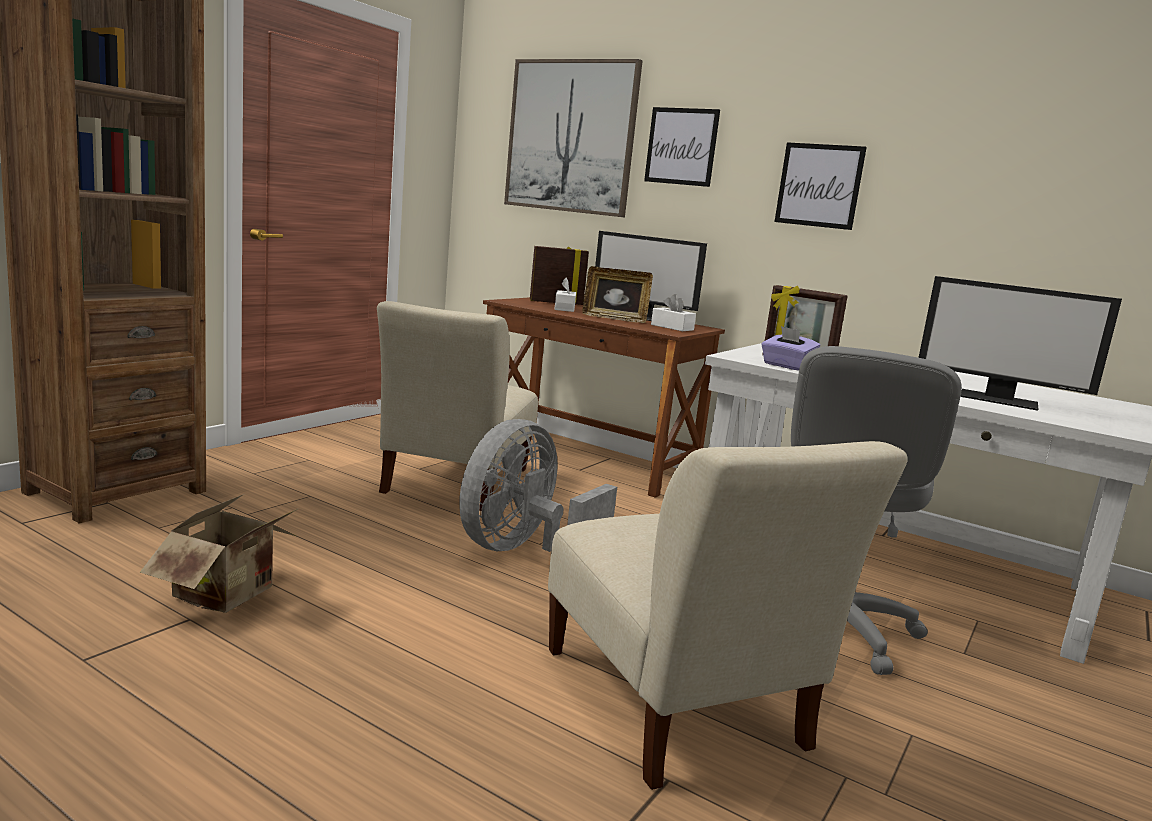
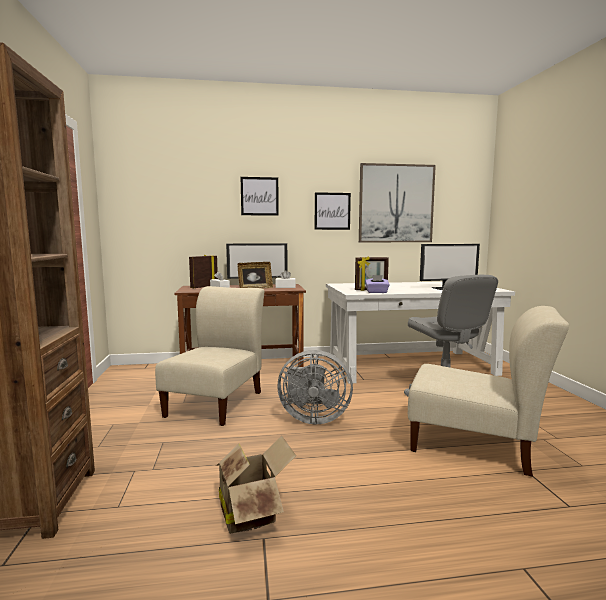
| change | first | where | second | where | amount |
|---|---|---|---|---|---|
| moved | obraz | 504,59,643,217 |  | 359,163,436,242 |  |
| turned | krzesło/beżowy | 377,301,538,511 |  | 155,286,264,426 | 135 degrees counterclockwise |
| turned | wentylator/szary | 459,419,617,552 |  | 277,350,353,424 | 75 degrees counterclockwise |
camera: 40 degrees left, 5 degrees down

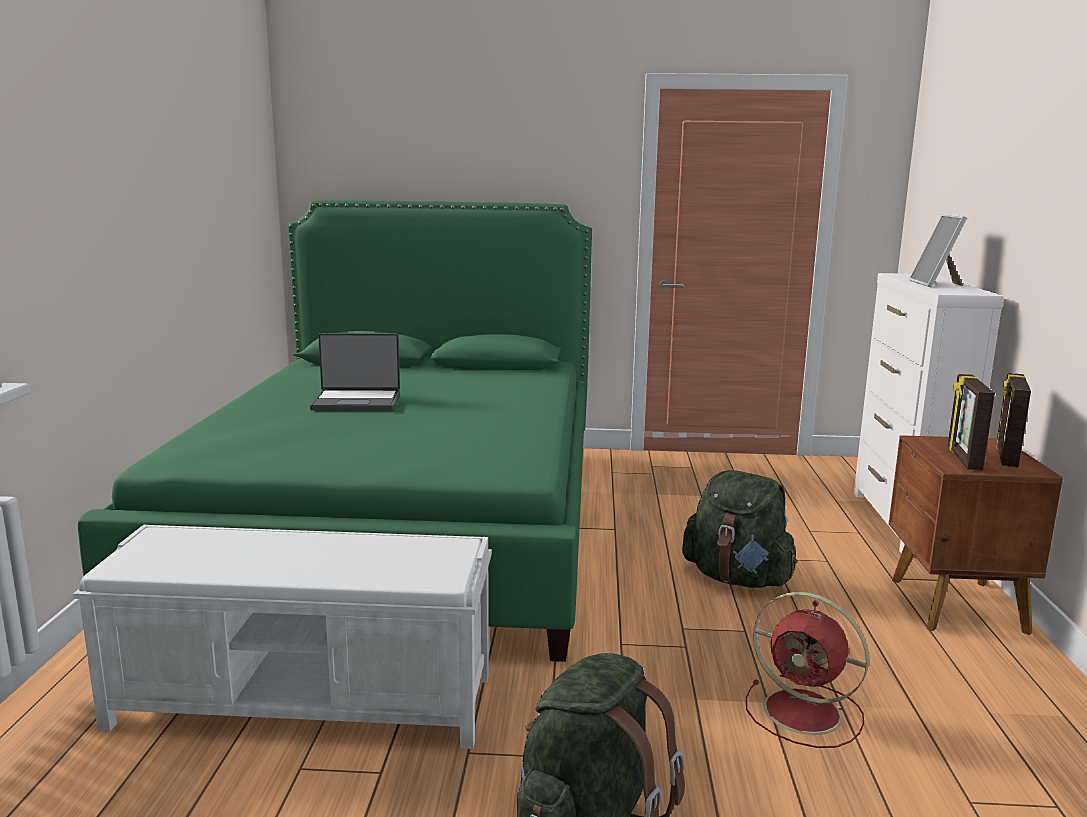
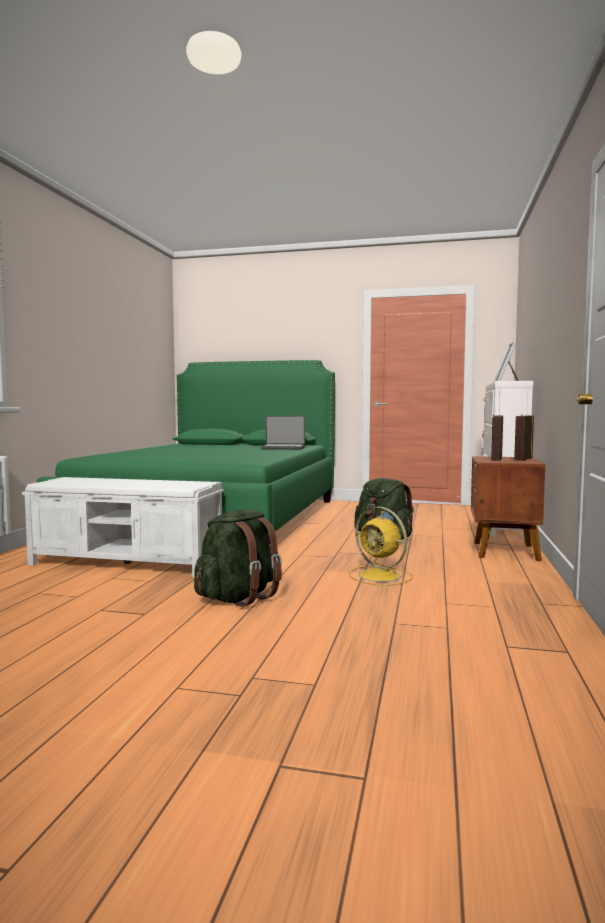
| change | first | where | second | where | amount |
|---|---|---|---|---|---|
| moved | laptop | 310,333,400,410 |  | 260,416,305,450 |  |
| recoloured | wentylator/czerwony | 746,592,869,748 | wentylator/żółty | 349,507,413,586 |  |
camera: 10 degrees right, 10 degrees down

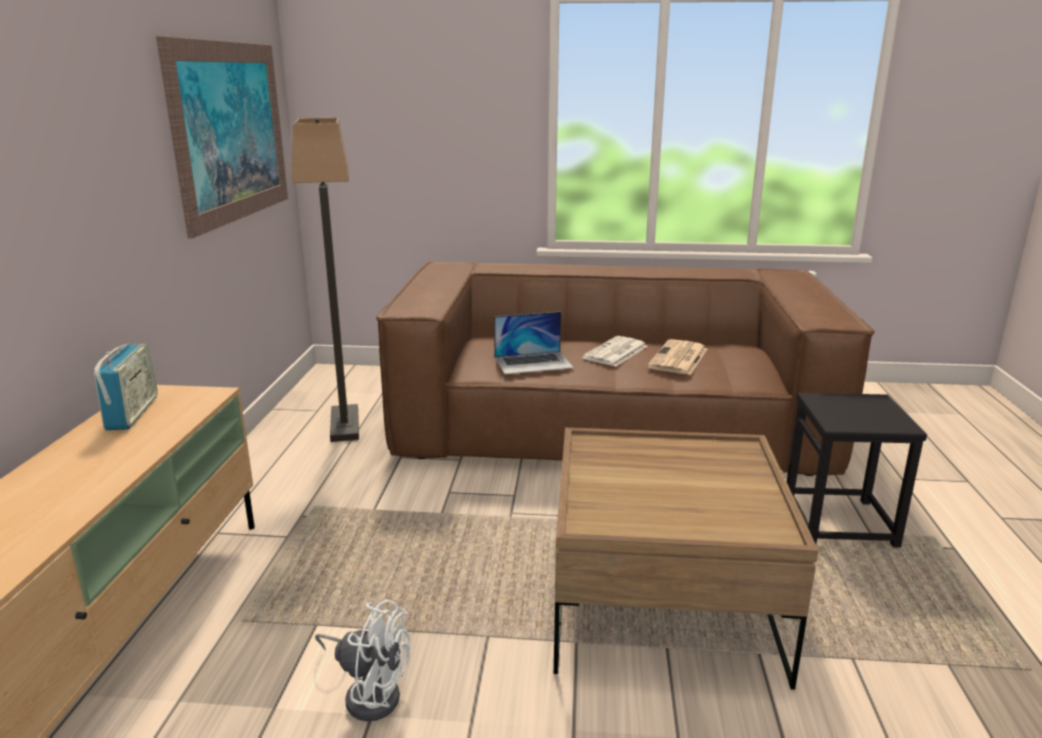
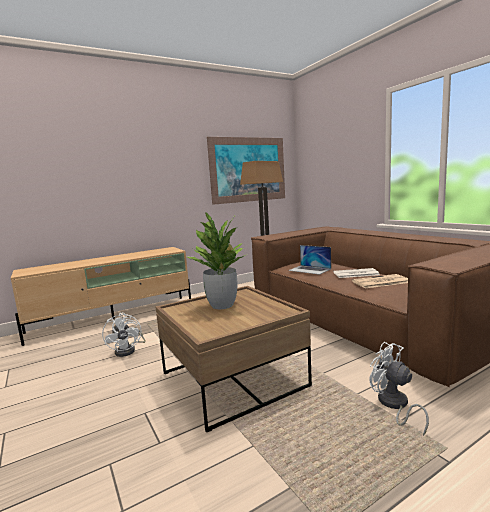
| change | first | where | second | where | amount |
|---|---|---|---|---|---|
| removed | radio | 94,343,158,430 |  |  |  |
| added |  |  | roślina doniczkowa | 186,212,245,309 |  |
| replaced | stołek/czarny | 787,393,927,548 | wentylator/biały | 370,342,429,436 |  |
camera: 55 degrees right, 10 degrees down

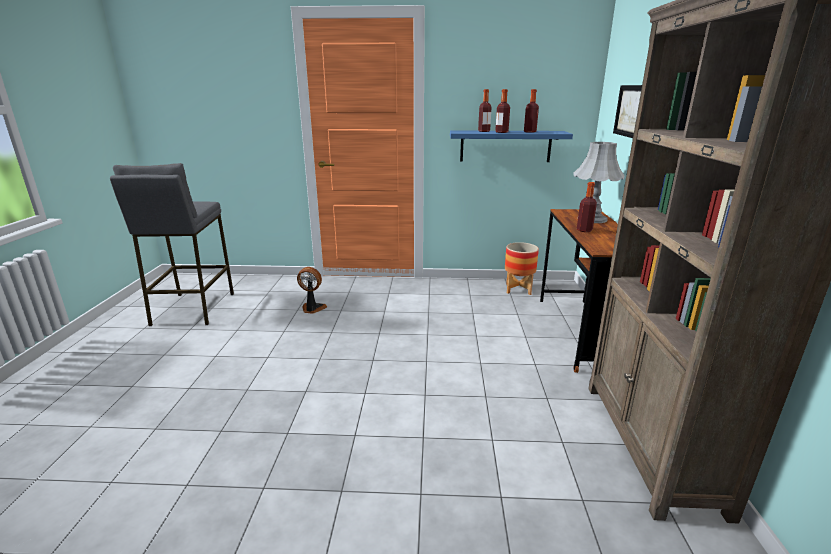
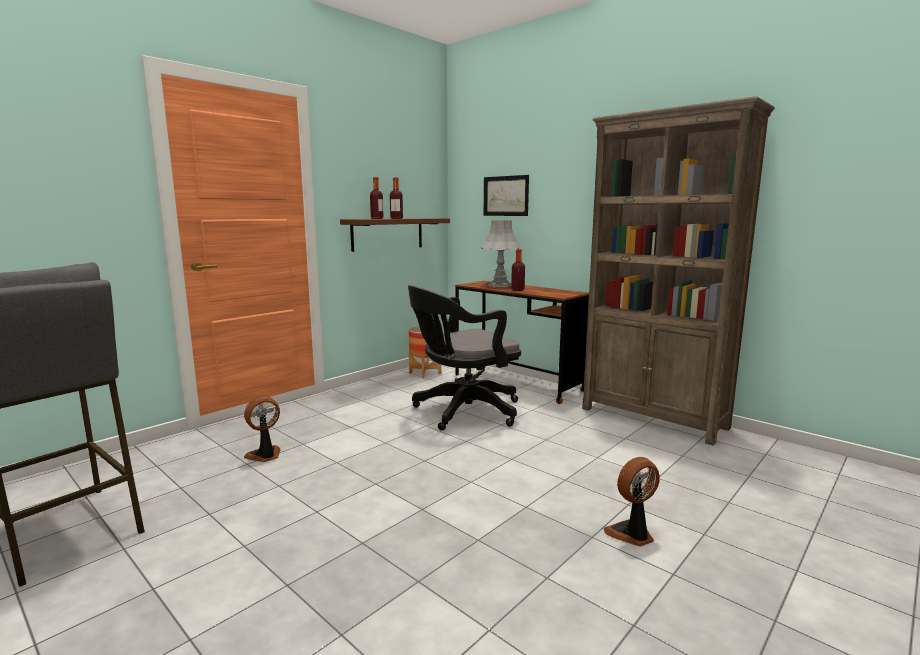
| change | first | where | second | where | amount |
|---|---|---|---|---|---|
| removed | butelka | 524,89,539,133 |  |  |  |
| added |  |  | krzesło biurowe/czarny | 408,285,521,431 |  |
| added |  |  | wentylator | 604,457,660,547 |  |
| recoloured | półka/niebieski | 450,130,573,162 | półka/brązowy | 340,218,450,252 |  |
camera: 50 degrees left, 10 degrees down

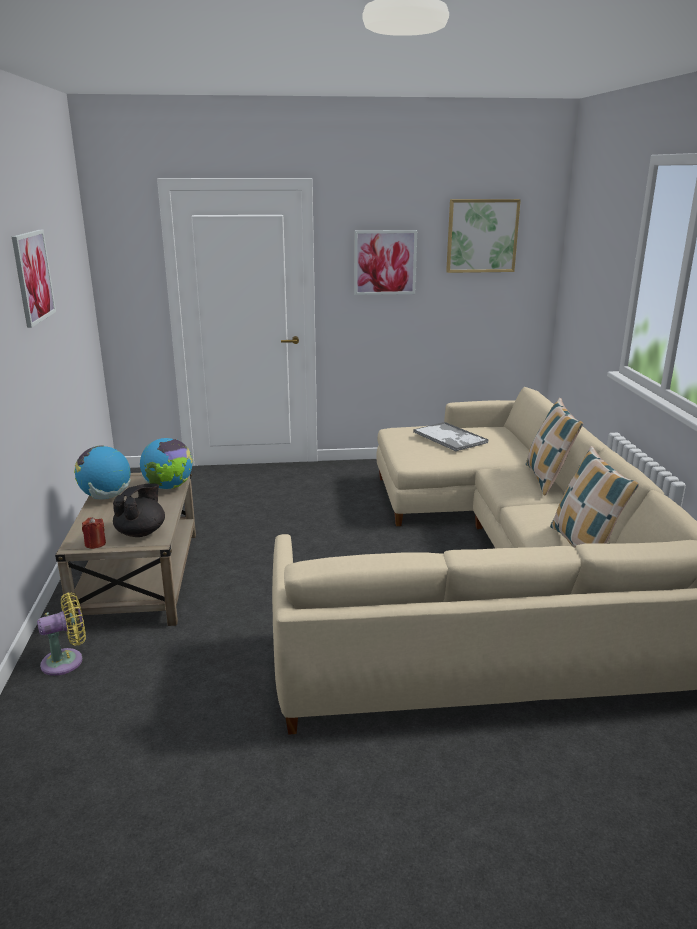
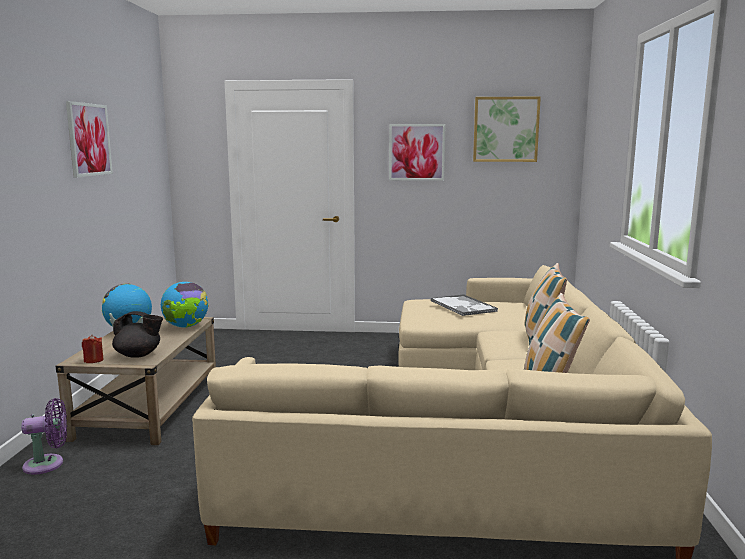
| change | first | where | second | where | amount |
|---|---|---|---|---|---|
| recoloured | wentylator/żółty | 37,593,86,676 | wentylator/fioletowy | 21,398,67,475 |  |
| turned | imbryk/czarny | 113,484,165,537 |  | 112,311,163,358 | 60 degrees clockwise |
camera: 10 degrees right, 10 degrees down

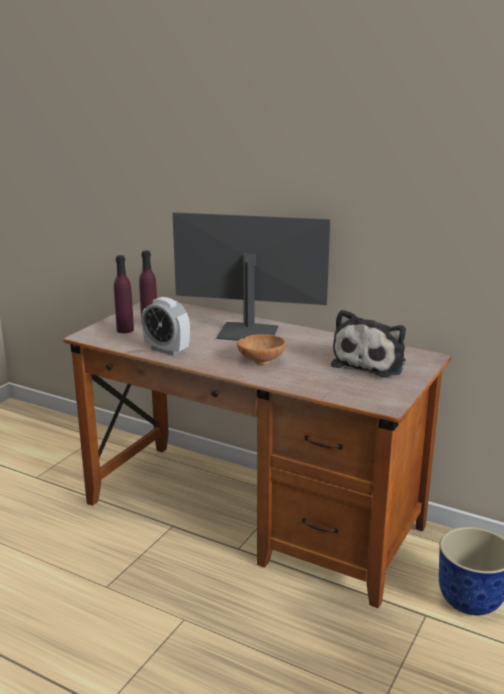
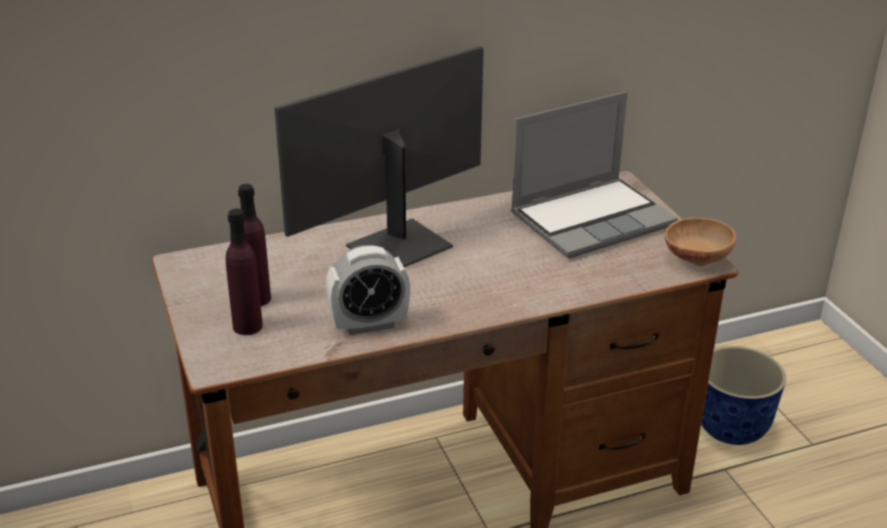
| change | first | where | second | where | amount |
|---|---|---|---|---|---|
| moved | miska/brązowy | 237,334,286,365 |  | 665,218,736,266 |  |
| replaced | pluszak | 331,309,406,377 | laptop | 511,92,678,258 |  |
camera: 50 degrees left, 10 degrees up

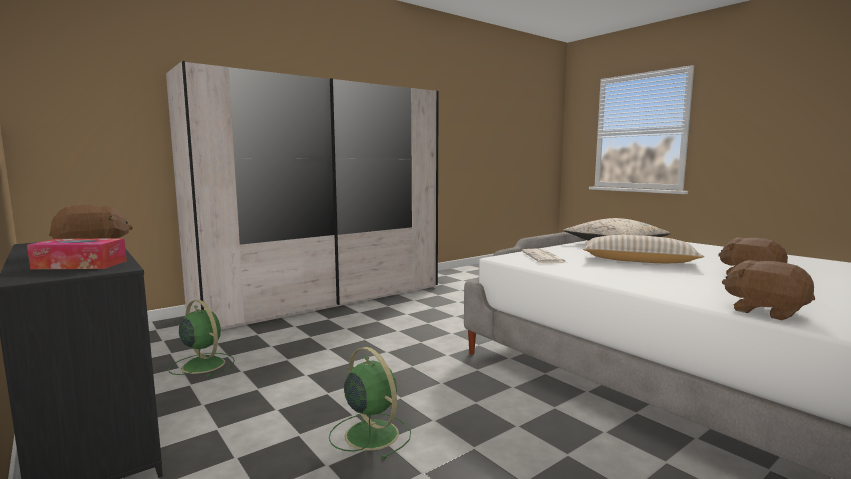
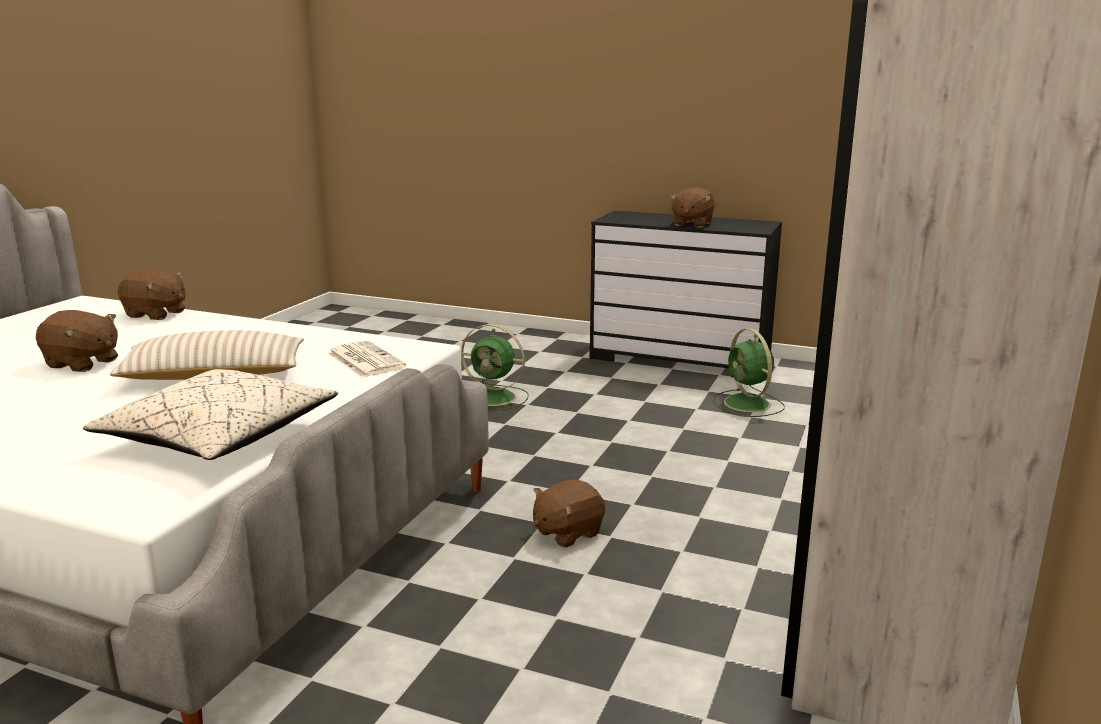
| change | first | where | second | where | amount |
|---|---|---|---|---|---|
| removed | pudełko chusteczek | 27,238,127,269 |  |  |  |
| added |  |  | pluszak/brązowy | 533,480,605,548 |  |
| turned | wentylator/zielony | 168,300,235,377 |  | 713,328,785,417 | 60 degrees clockwise |
camera: 150 degrees right, 10 degrees up

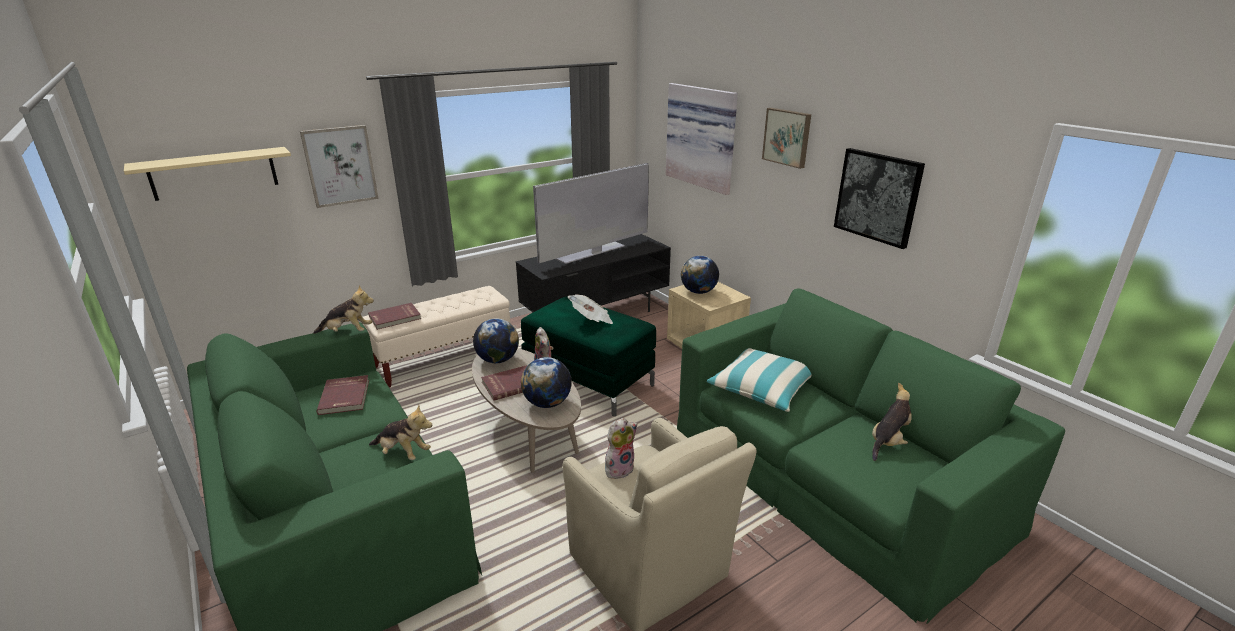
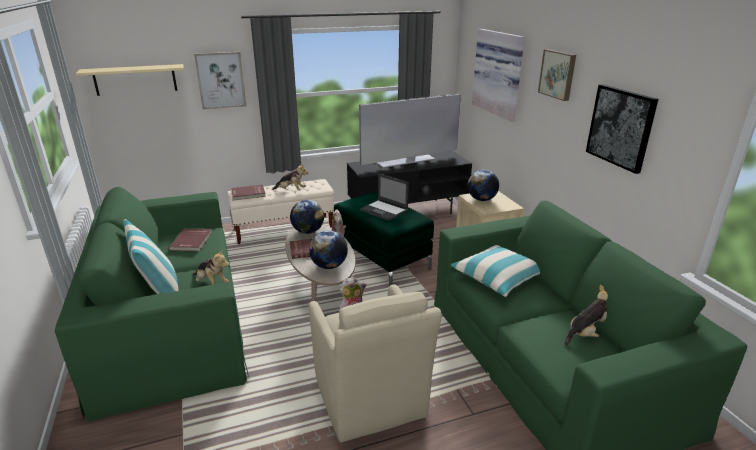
| change | first | where | second | where | amount |
|---|---|---|---|---|---|
| added |  |  | poduszka | 123,219,179,294 |  |
| moved | pluszak | 313,285,374,334 |  | 272,163,308,191 |  |
| replaced | gazeta | 568,295,613,324 | laptop | 360,173,409,221 |  |
camera: 15 degrees right, 0 degrees up

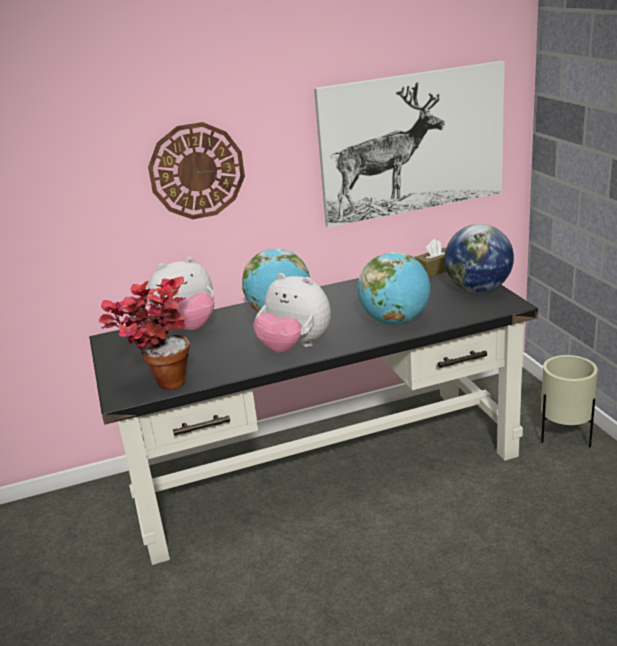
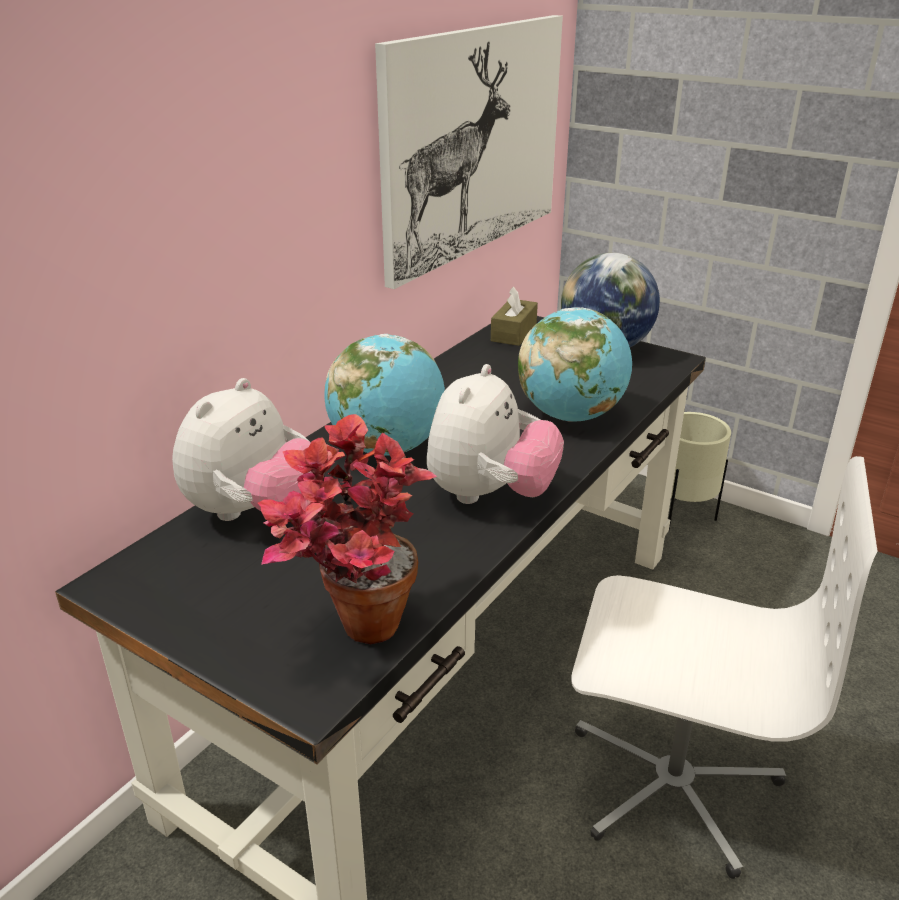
| change | first | where | second | where | amount |
|---|---|---|---|---|---|
| removed | zegar ścienny | 148,122,245,219 |  |  |  |
| added |  |  | krzesło biurowe/biały | 571,456,878,879 |  |
| turned | pluszak | 253,273,331,353 |  | 427,364,564,504 | 60 degrees counterclockwise |
camera: 40 degrees left, 5 degrees up

